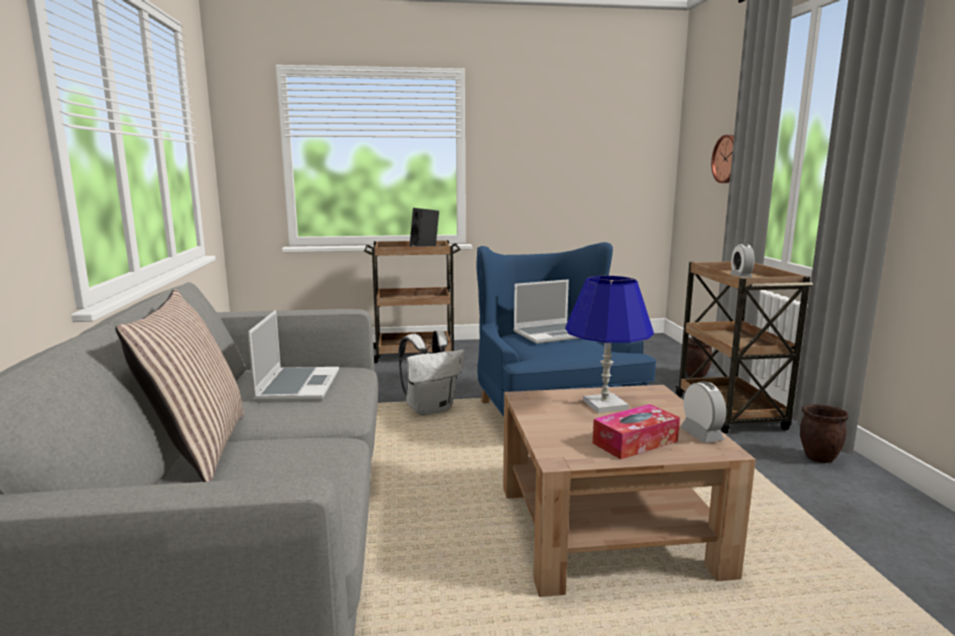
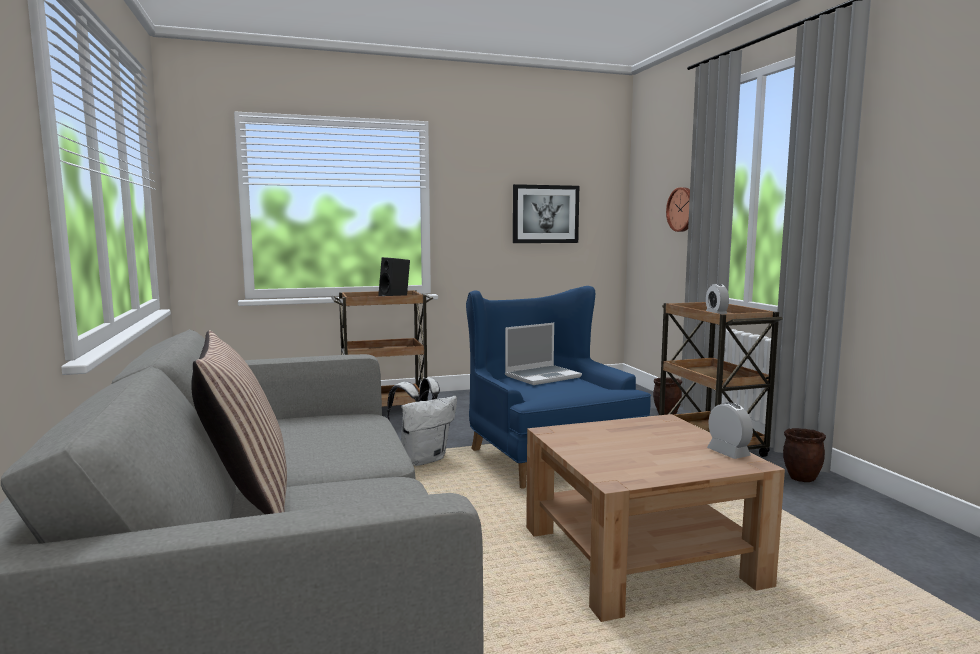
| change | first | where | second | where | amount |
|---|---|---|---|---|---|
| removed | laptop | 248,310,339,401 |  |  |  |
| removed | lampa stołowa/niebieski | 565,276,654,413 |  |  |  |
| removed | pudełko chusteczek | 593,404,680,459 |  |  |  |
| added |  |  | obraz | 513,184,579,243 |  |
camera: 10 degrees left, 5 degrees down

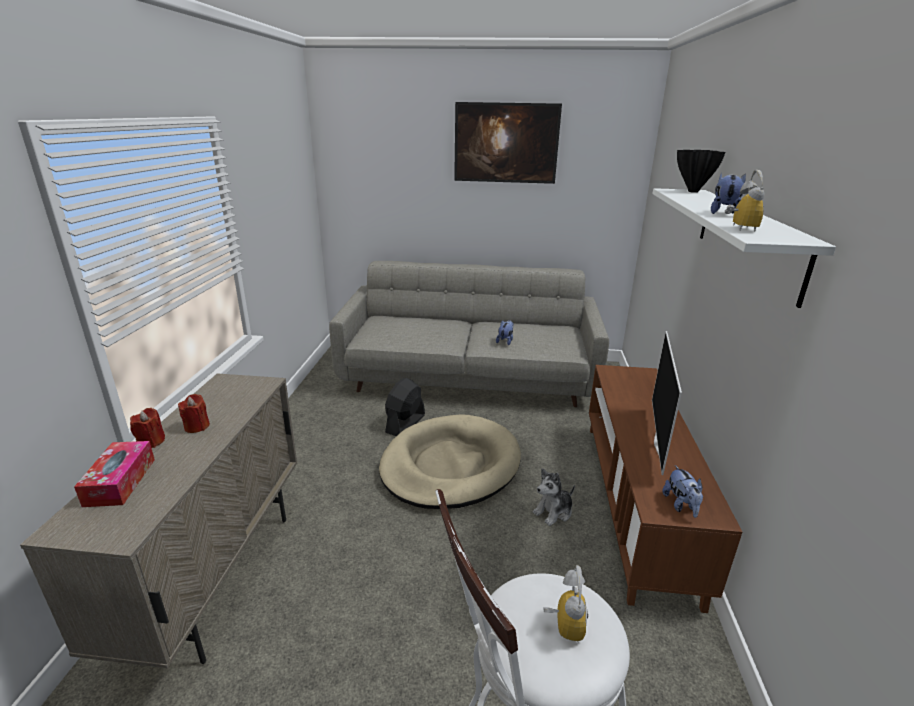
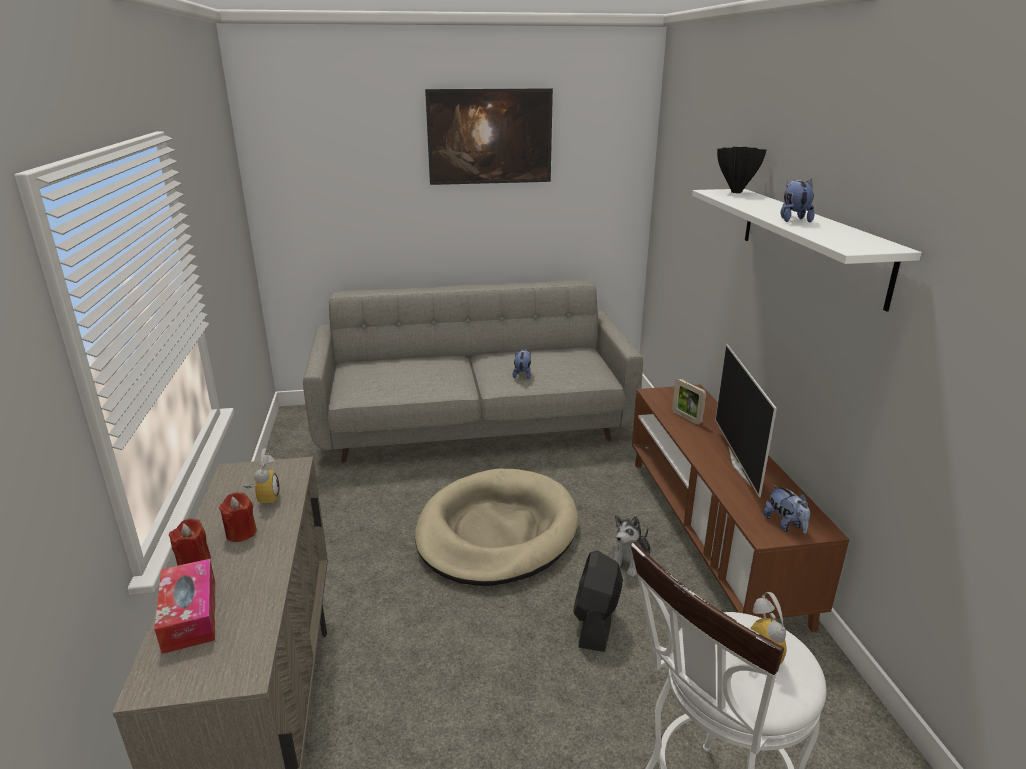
| change | first | where | second | where | amount |
|---|---|---|---|---|---|
| added |  |  | ramka na zdjęcie | 672,379,706,425 |  |
| moved | wentylator/czarny | 385,378,425,436 |  | 573,550,623,652 |  |
| moved | budzik | 725,170,764,232 |  | 243,449,280,504 |  |
camera: 15 degrees left, 0 degrees up

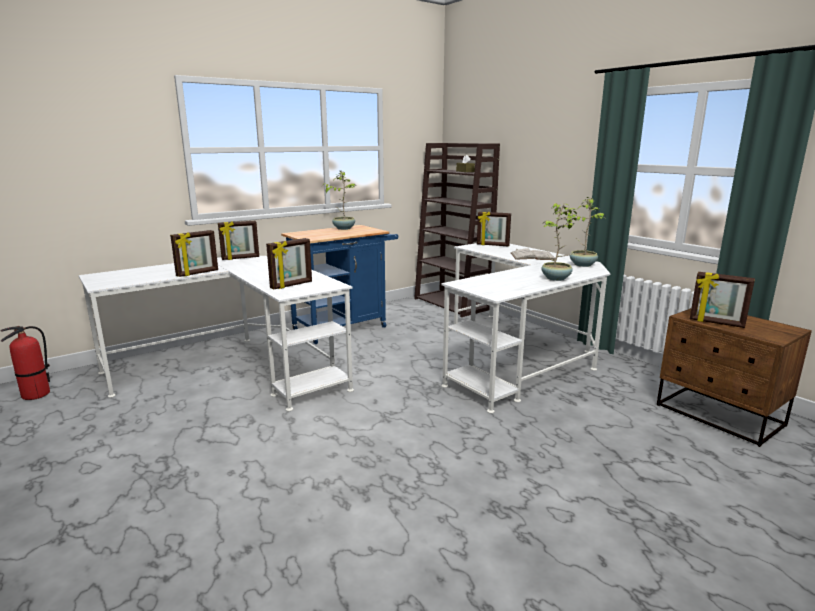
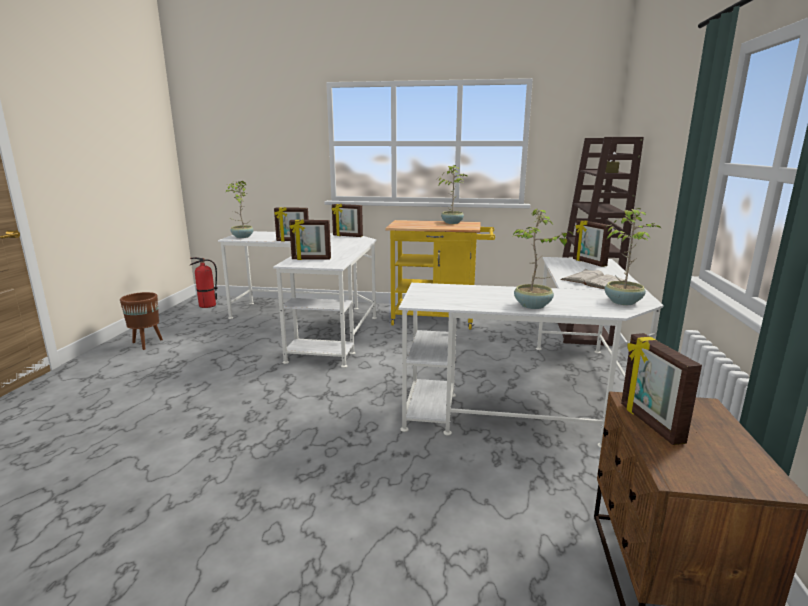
| change | first | where | second | where | amount |
|---|---|---|---|---|---|
| added |  |  | donica/brązowy | 120,292,163,350 |  |
| added |  |  | roślina doniczkowa | 225,181,254,238 |  |
| recoloured | wózek/niebieski | 281,225,398,344 | wózek/żółty | 385,220,495,330 |  |
camera: 45 degrees right, 0 degrees up

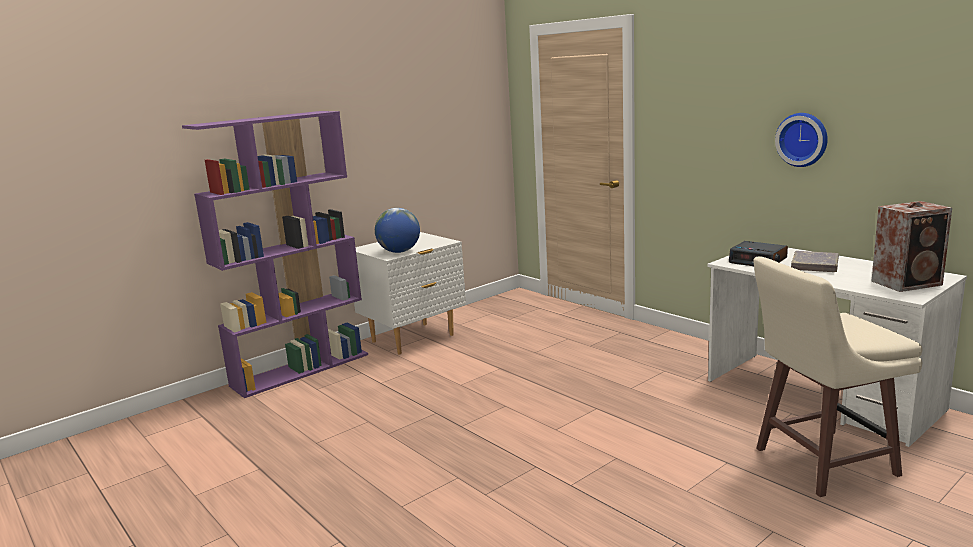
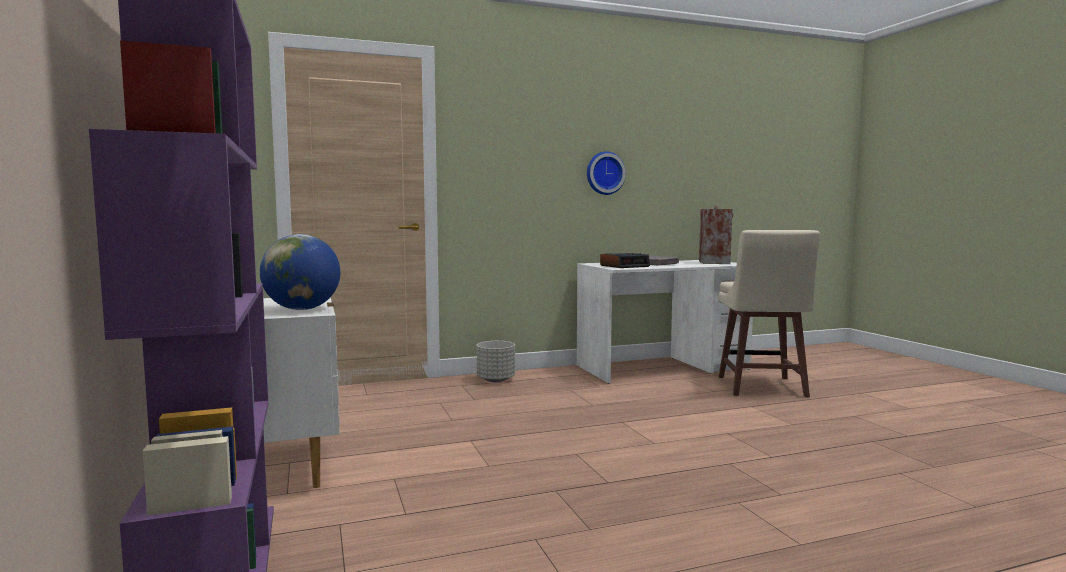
| change | first | where | second | where | amount |
|---|---|---|---|---|---|
| added |  |  | donica/szary | 477,341,515,382 |  |
camera: 70 degrees left, 10 degrees down

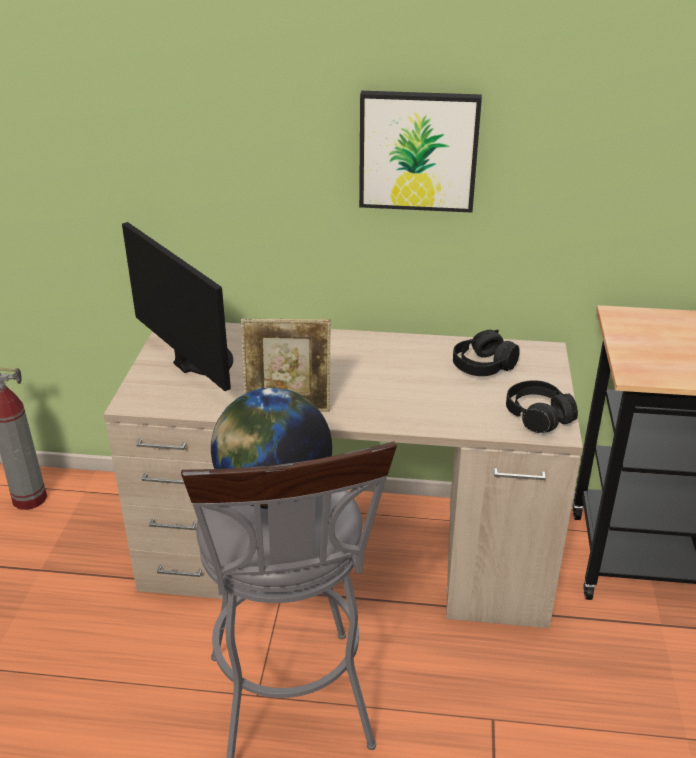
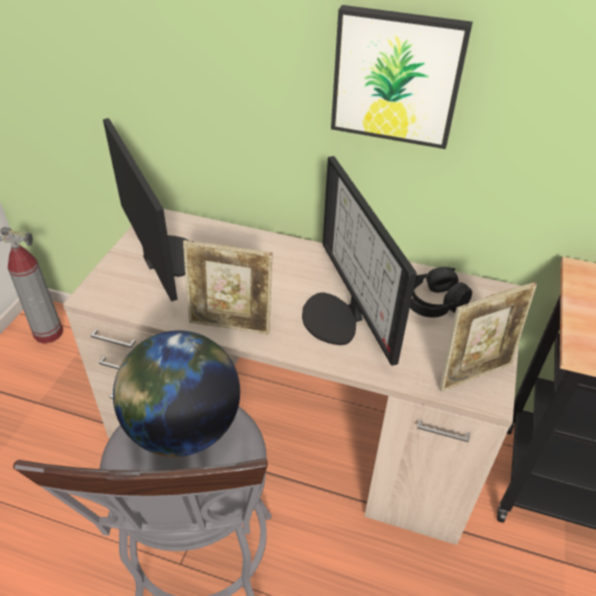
| change | first | where | second | where | amount |
|---|---|---|---|---|---|
| added |  |  | monitor | 302,156,417,366 |  |
| replaced | słuchawki/czarny | 506,380,578,433 | ramka na zdjęcie | 440,282,537,392 |  |
camera: 10 degrees right, 10 degrees up

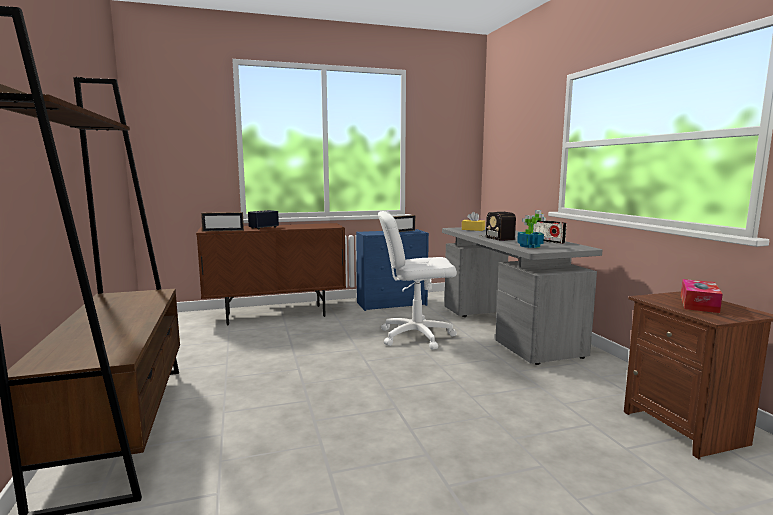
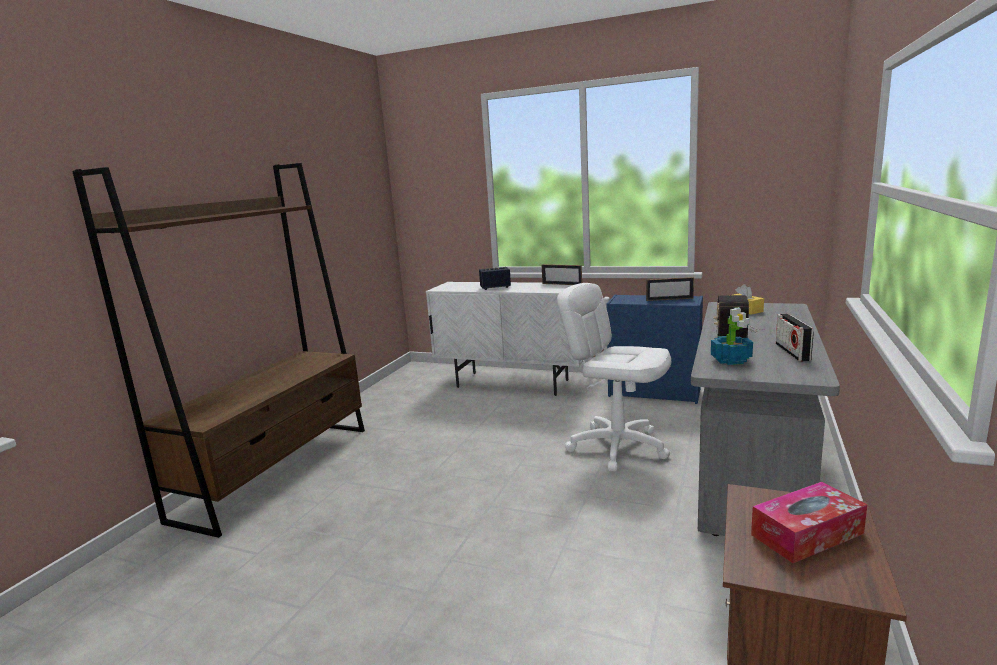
| change | first | where | second | where | amount |
|---|---|---|---|---|---|
| moved | ramka na zdjęcie | 201,212,244,232 |  | 542,264,582,285 |  |
| recoloured | szafka/brązowy | 196,223,346,326 | szafka/biały | 426,282,583,396 |  |
camera: 40 degrees right, 5 degrees up

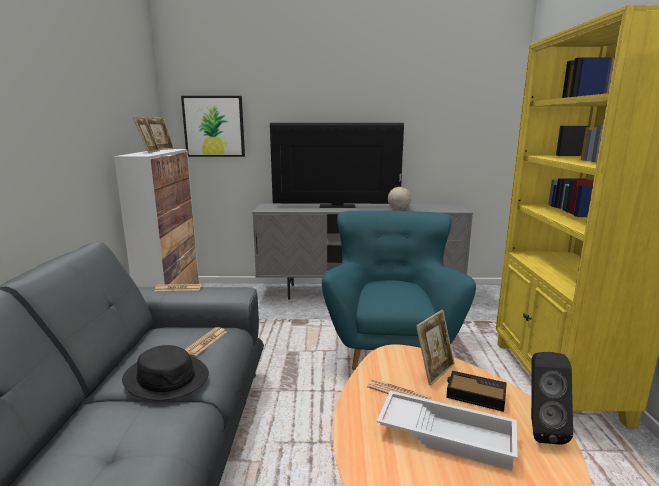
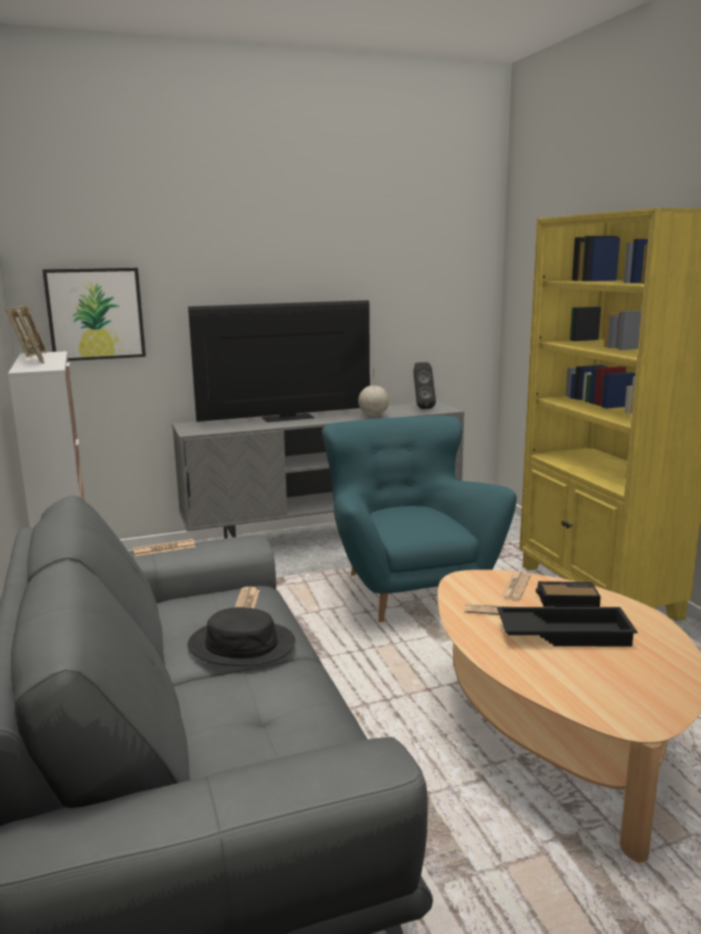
| change | first | where | second | where | amount |
|---|---|---|---|---|---|
| moved | głośnik/czarny | 531,352,573,445 |  | 413,362,436,409 |  |
| replaced | ramka na zdjęcie | 416,310,455,385 | gazeta | 501,571,531,601 |  |
| recoloured | taca/biały | 377,391,518,471 | taca/czarny | 497,607,637,646 |  |
camera: 20 degrees left, 0 degrees up

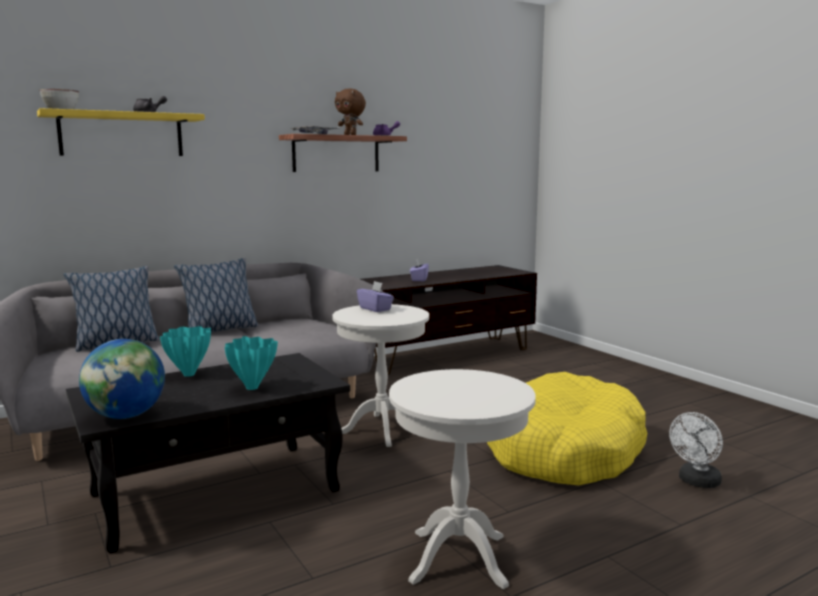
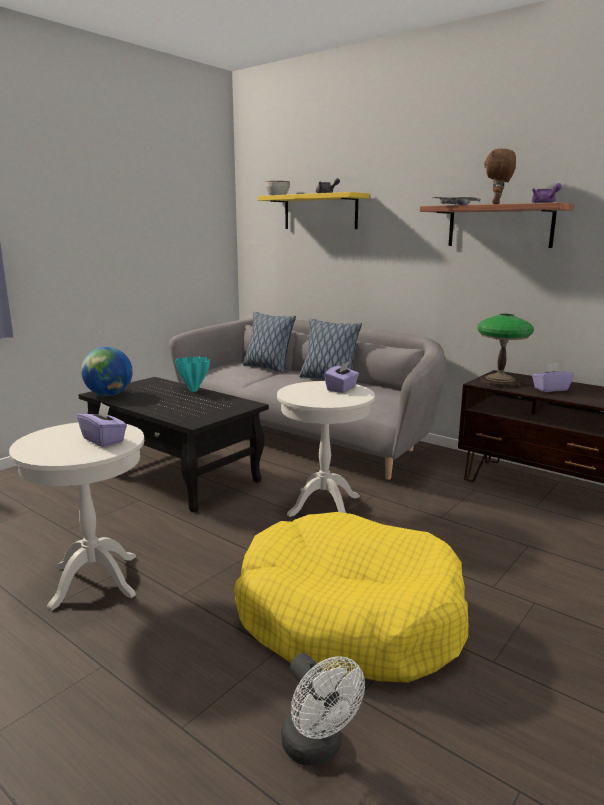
| change | first | where | second | where | amount |
|---|---|---|---|---|---|
| removed | wazon/turkusowy | 224,336,278,390 |  |  |  |
| added |  |  | pudełko chusteczek/fioletowy | 77,403,127,447 |  |
| added |  |  | lampa stołowa | 477,314,534,388 |  |
| turned | wentylator/biały | 669,412,723,488 |  | 281,653,365,766 | 150 degrees counterclockwise |
camera: 70 degrees right, 5 degrees up

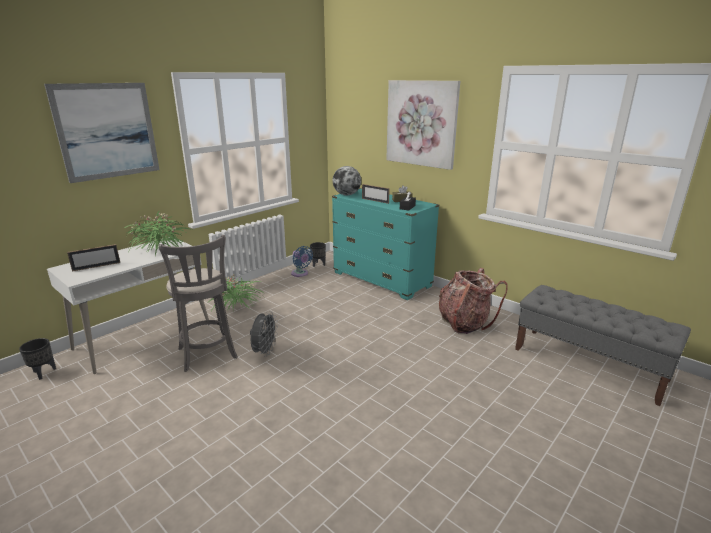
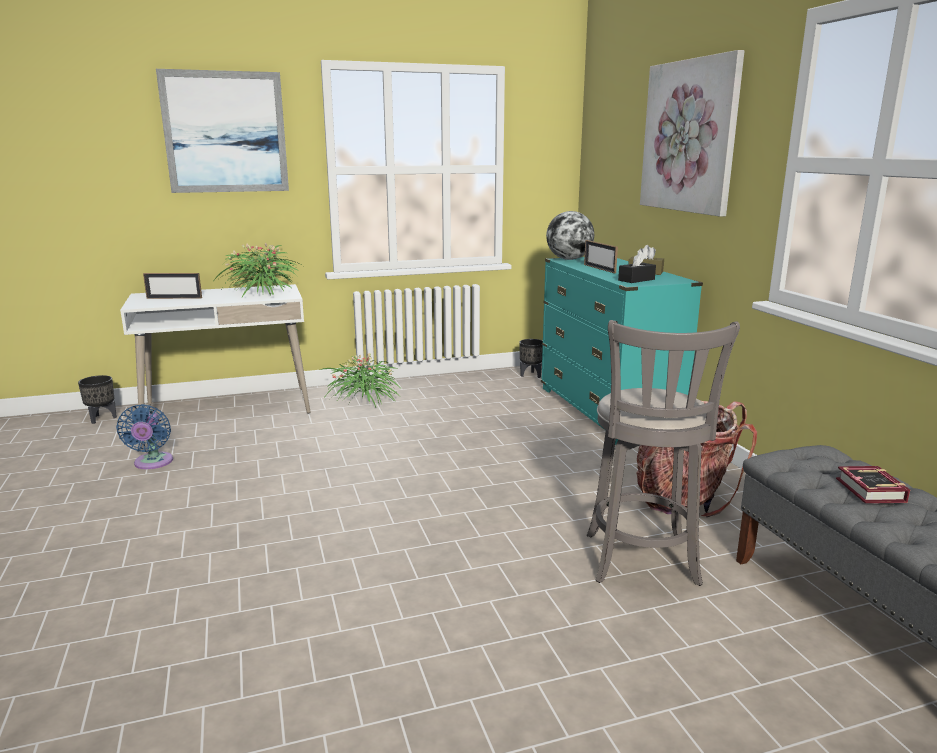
| change | first | where | second | where | amount |
|---|---|---|---|---|---|
| removed | wentylator/szary | 250,313,278,357 |  |  |  |
| added |  |  | książka | 836,466,910,504 |  |
| moved | stołek/szary | 159,235,238,372 |  | 587,320,740,586 |  |
| moved | wentylator/niebieski | 291,246,313,277 |  | 116,404,173,469 |  |
camera: 30 degrees right, 5 degrees down

